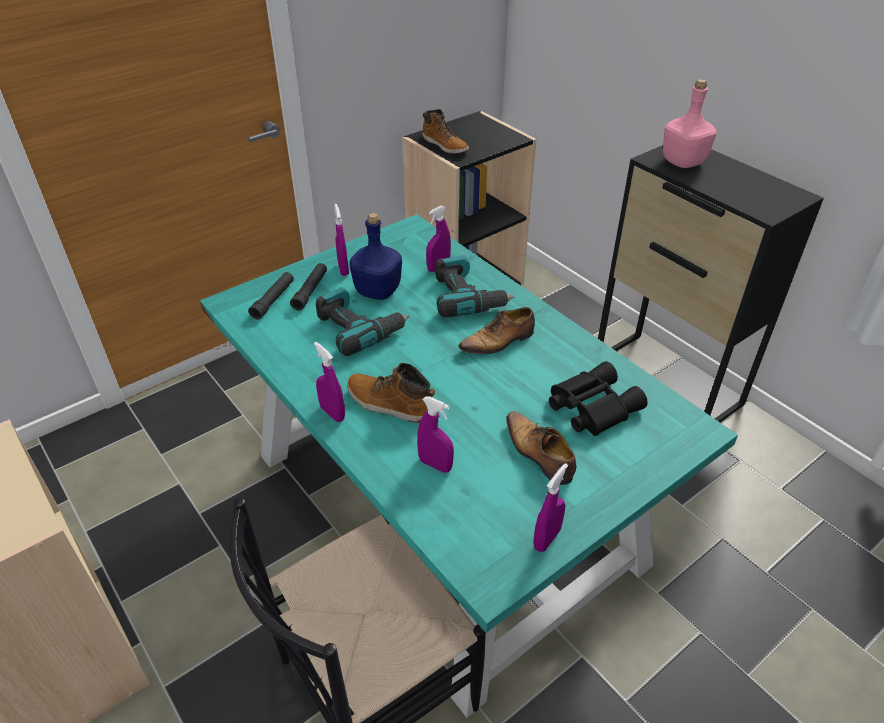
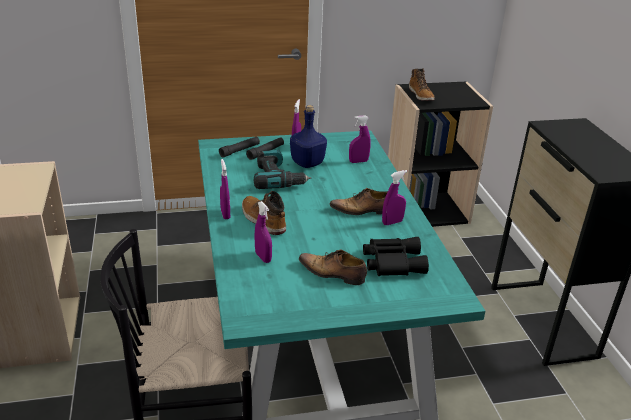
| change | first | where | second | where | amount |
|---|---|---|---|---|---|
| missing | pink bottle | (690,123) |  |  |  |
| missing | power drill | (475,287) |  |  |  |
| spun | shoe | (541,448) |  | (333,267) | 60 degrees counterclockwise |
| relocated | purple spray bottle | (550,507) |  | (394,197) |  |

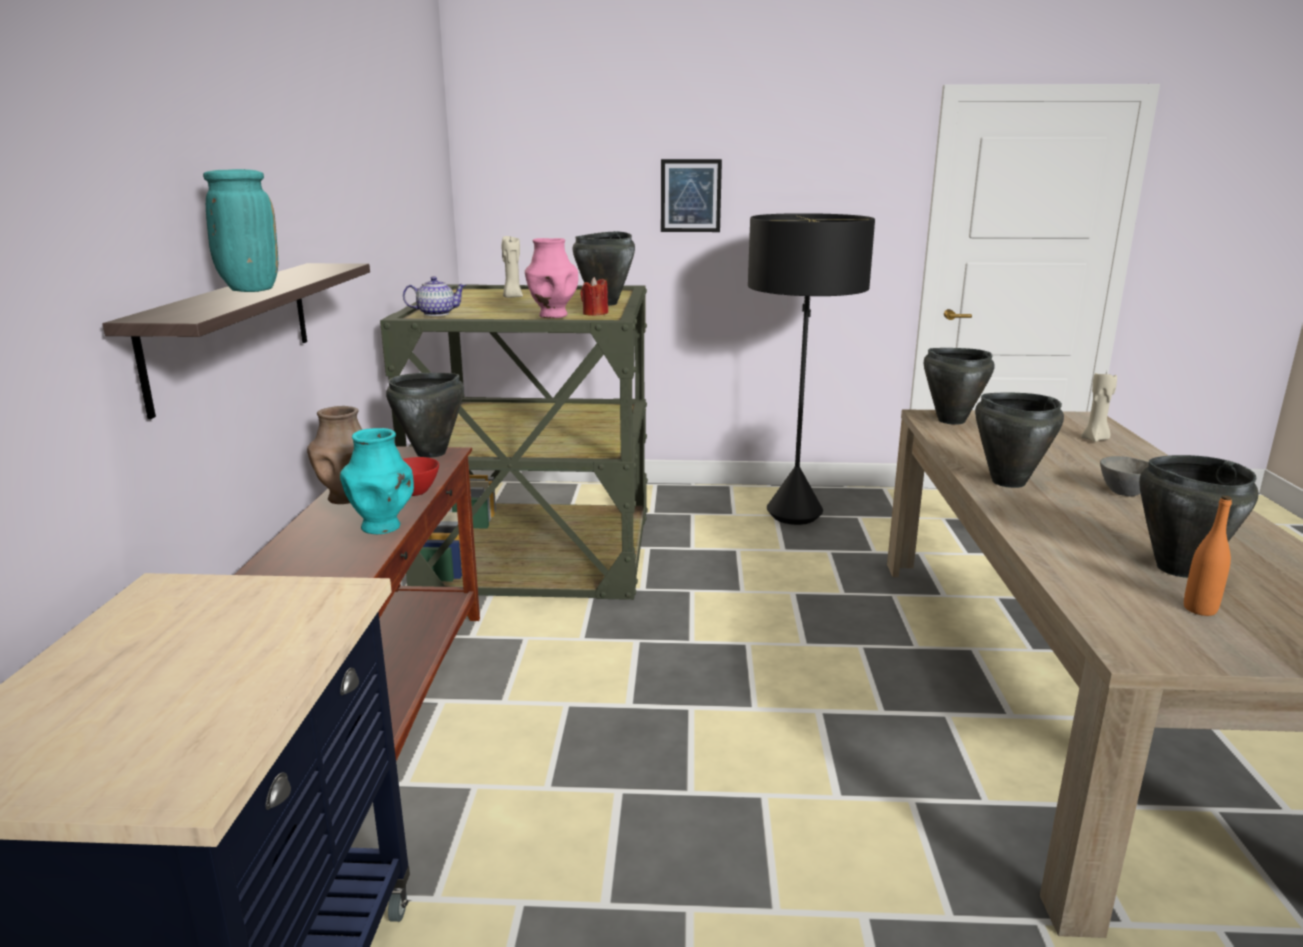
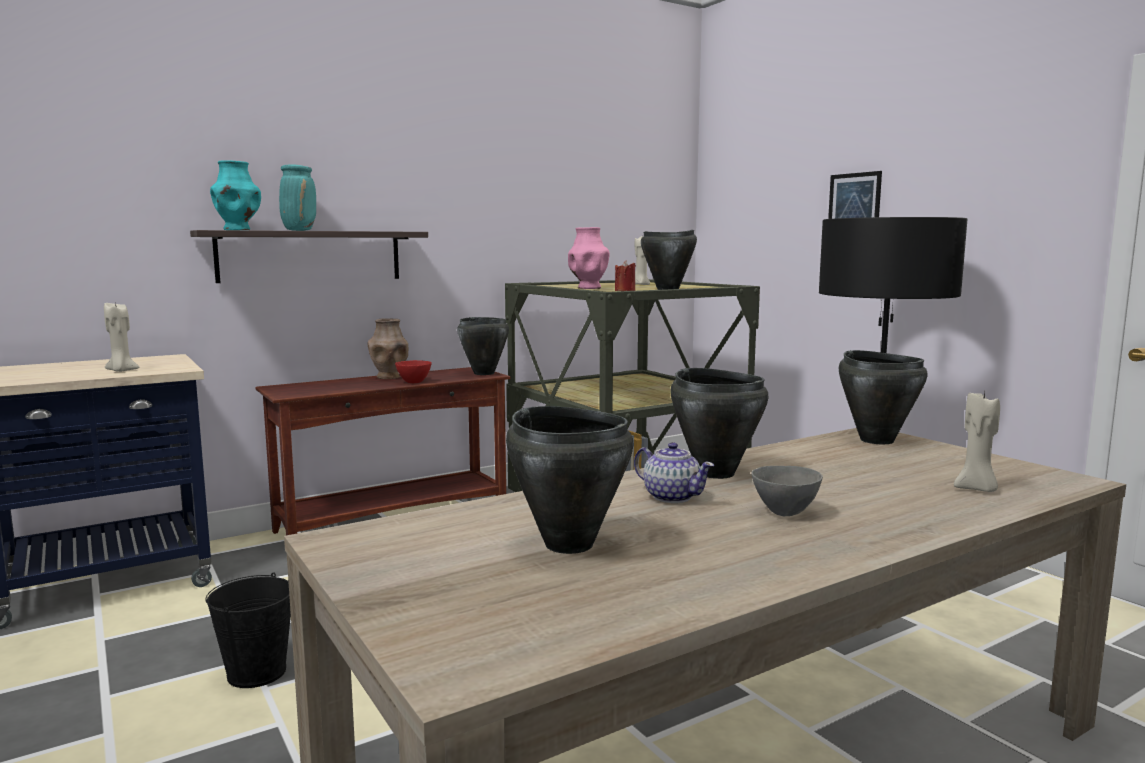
| change | first | where | second | where | amount |
|---|---|---|---|---|---|
| relocated | teapot | (434,296) |  | (674,472) |  |
| relocated | turquoise vase | (377,481) |  | (235,195) |  |
| missing | orange bottle | (1208,555) |  |  |  |
| appeared |  |  | beige candle | (122,337) |  |
| appeared |  |  | black bucket | (248,630) |  |

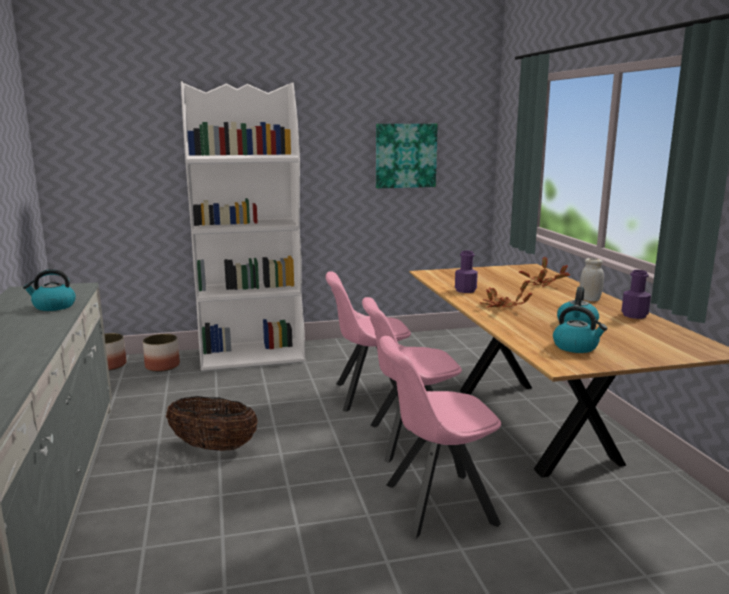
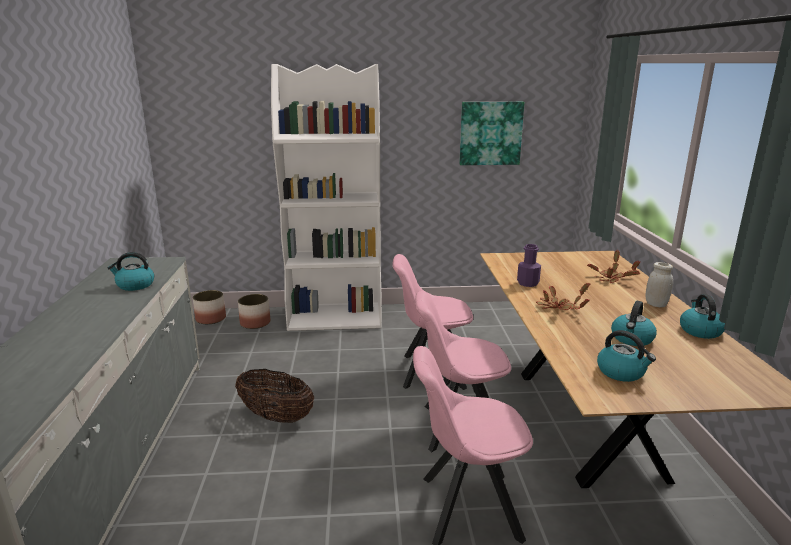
| change | first | where | second | where | amount |
|---|---|---|---|---|---|
| exchanged | purple bottle | (636,294) | kettle | (702,316) |  |

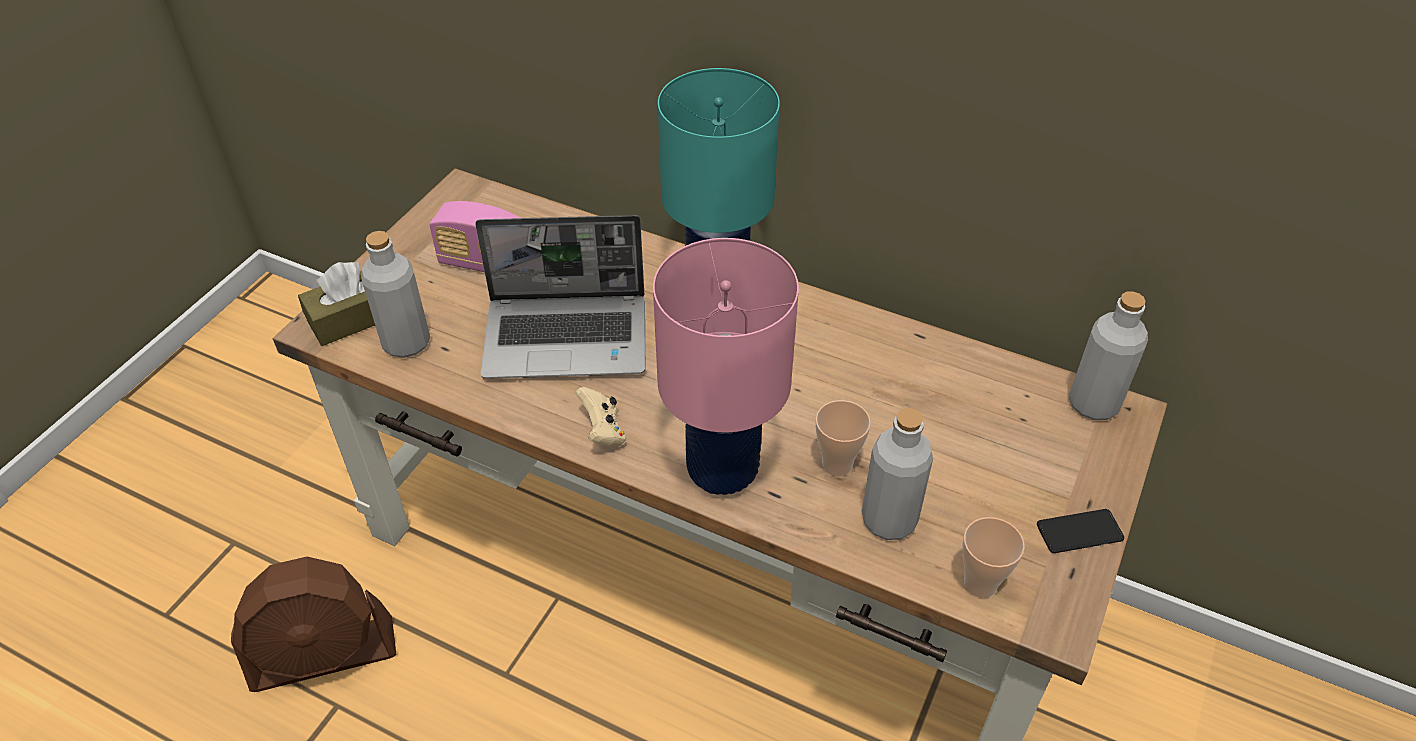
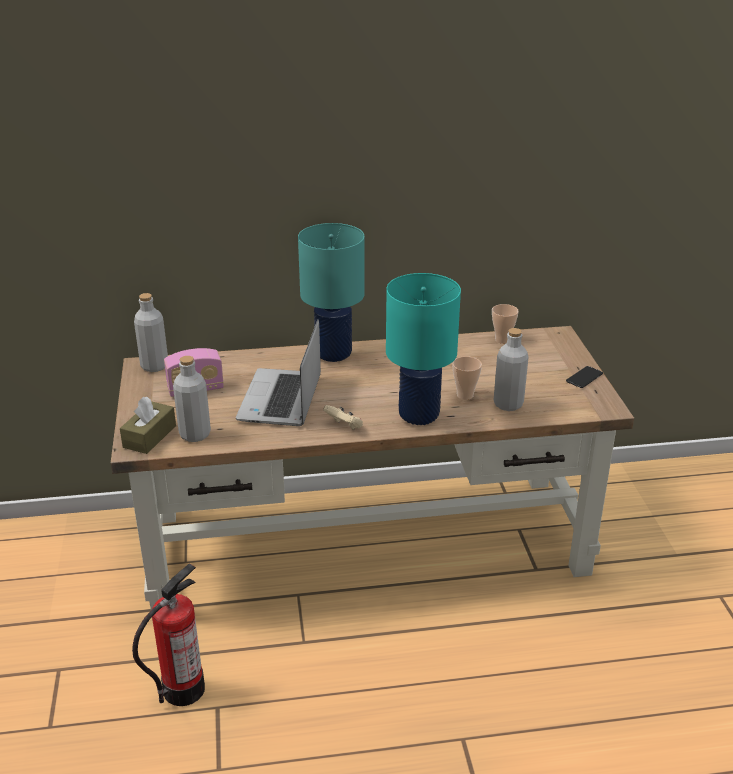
| change | first | where | second | where | amount |
|---|---|---|---|---|---|
| spun | laptop | (560,297) |  | (278,372) | 135 degrees clockwise |
| colour | pink table lamp | (726,366) | turquoise table lamp | (423,349) |  |
| relocated | grey bottle | (1108,355) |  | (151,332) |  |
| relocated | cup | (993,557) |  | (505,324) |  |
| exchanged | brown fan | (313,624) | fire extinguisher | (168,634) |  |

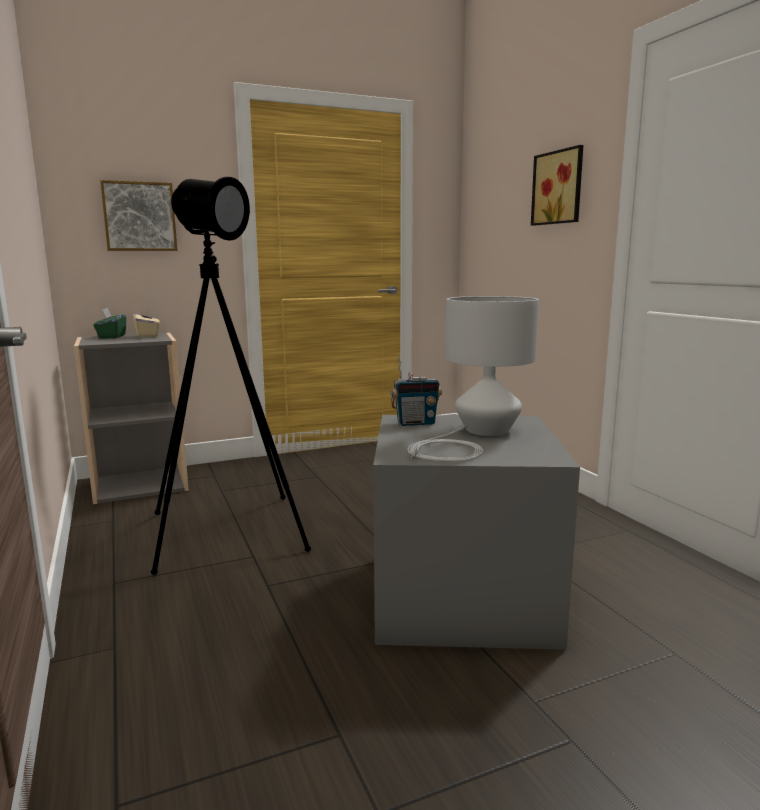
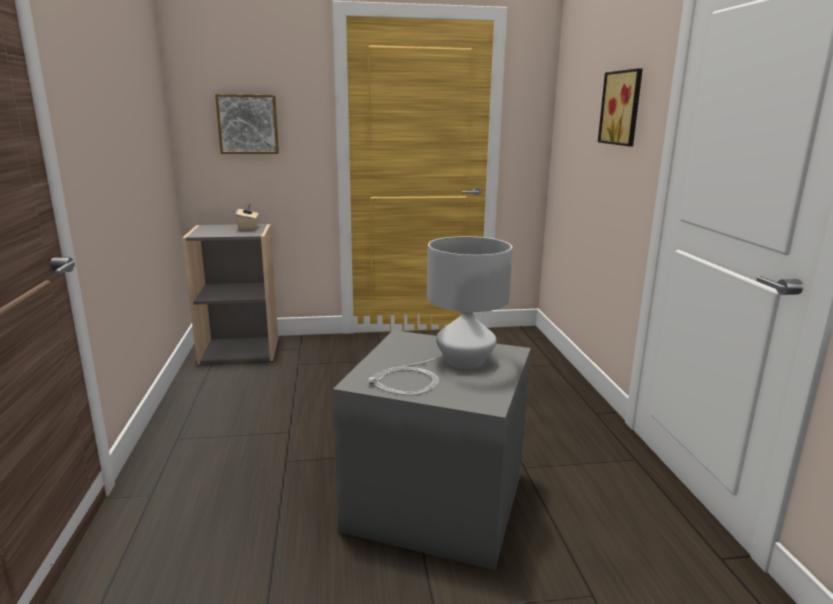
| change | first | where | second | where | amount |
|---|---|---|---|---|---|
| missing | black floor lamp | (231,376) |  |  |  |
| missing | green tissue box | (109,323) |  |  |  |
| missing | radio | (416,391) |  |  |  |

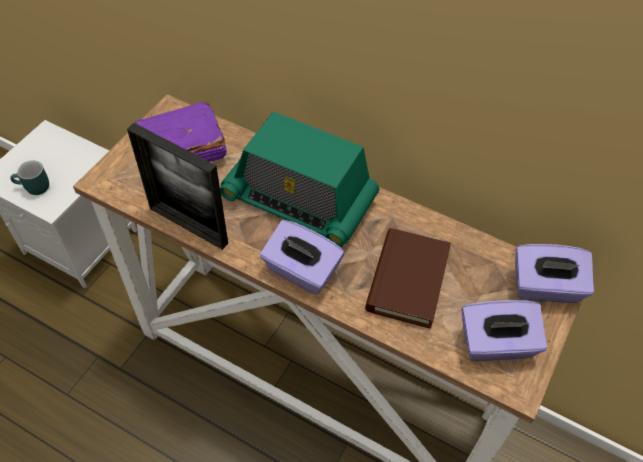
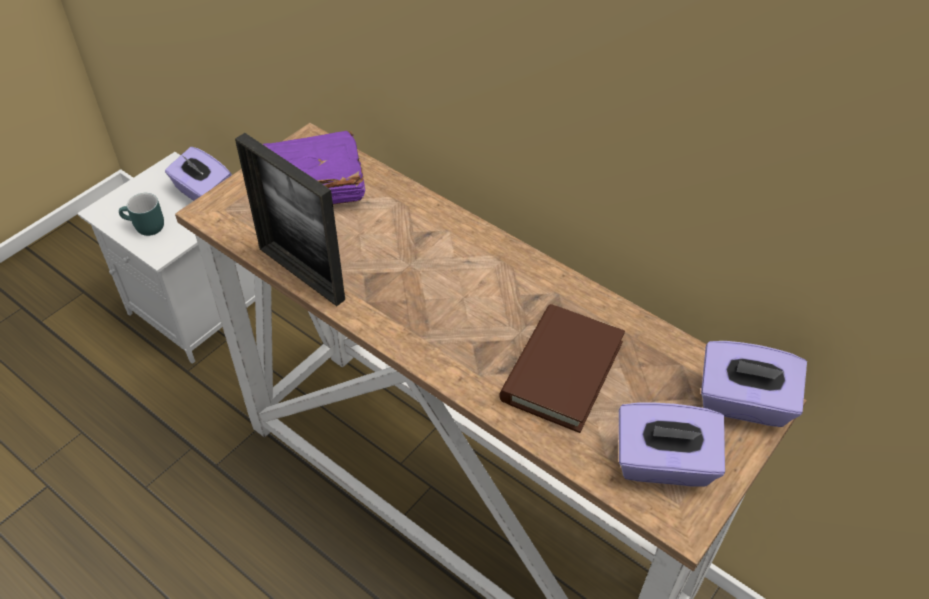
| change | first | where | second | where | amount |
|---|---|---|---|---|---|
| missing | radio | (299,179) |  |  |  |
| relocated | purple tissue box | (302,257) |  | (198,174) |  |

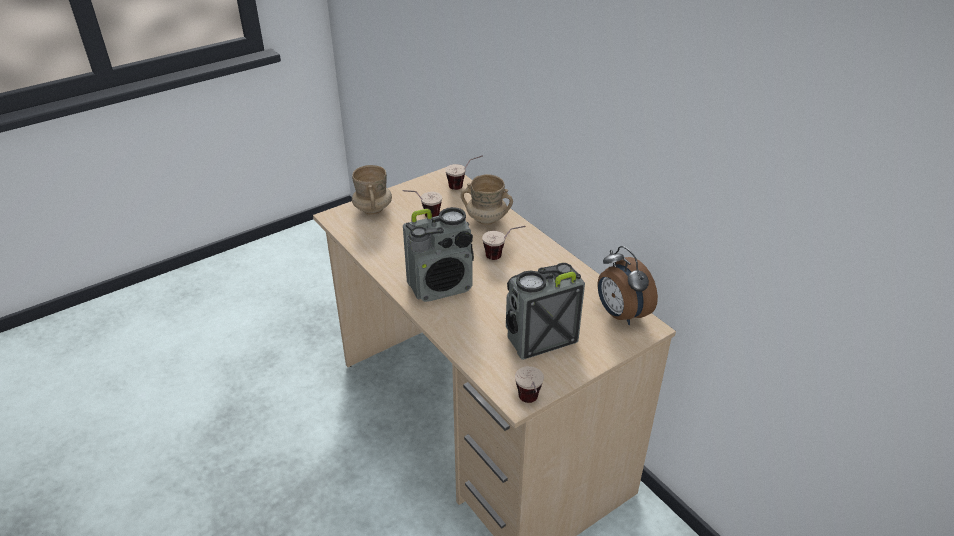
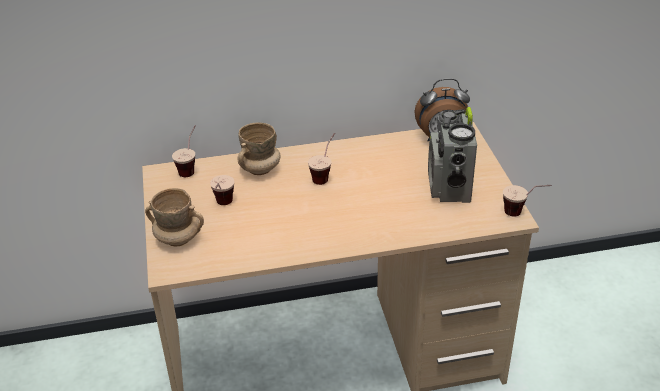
| change | first | where | second | where | amount |
|---|---|---|---|---|---|
| missing | radio | (438,254) |  |  |  |

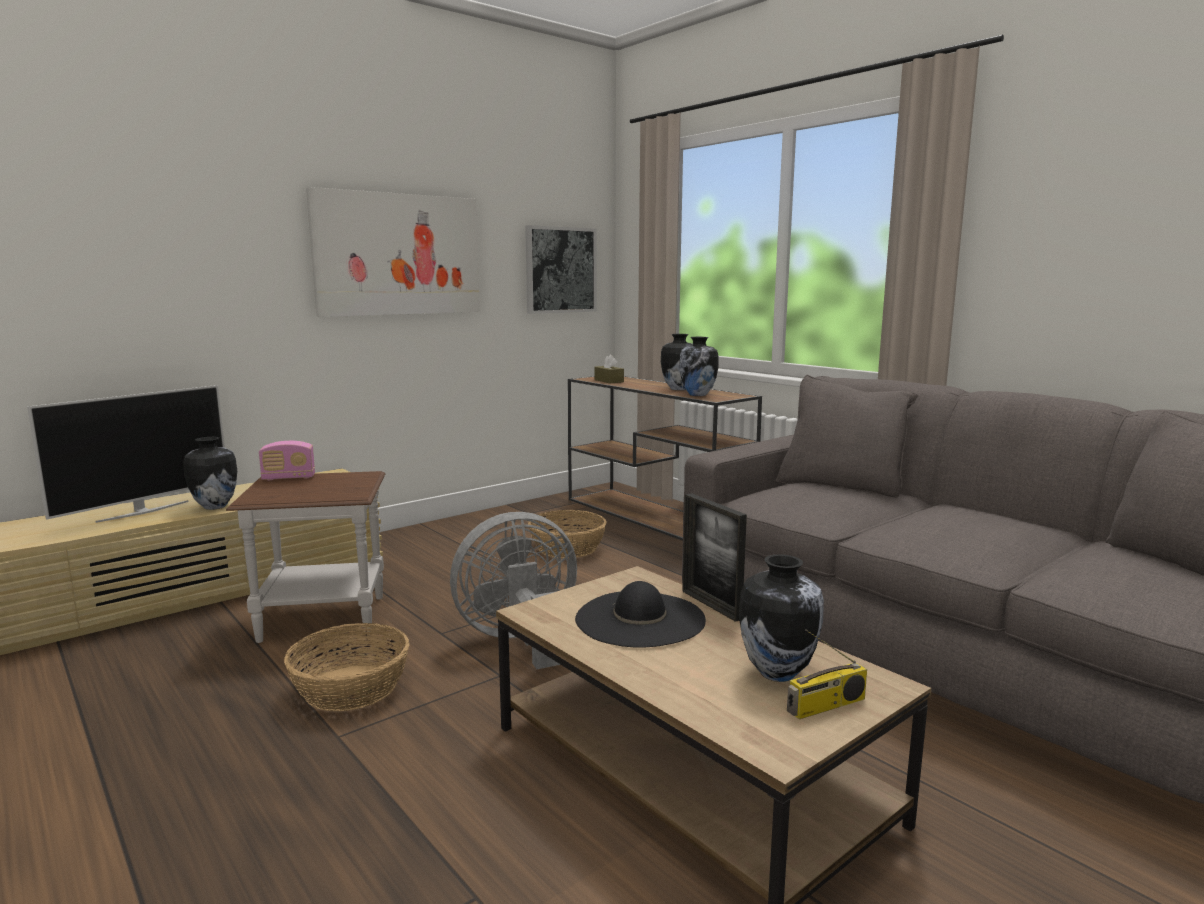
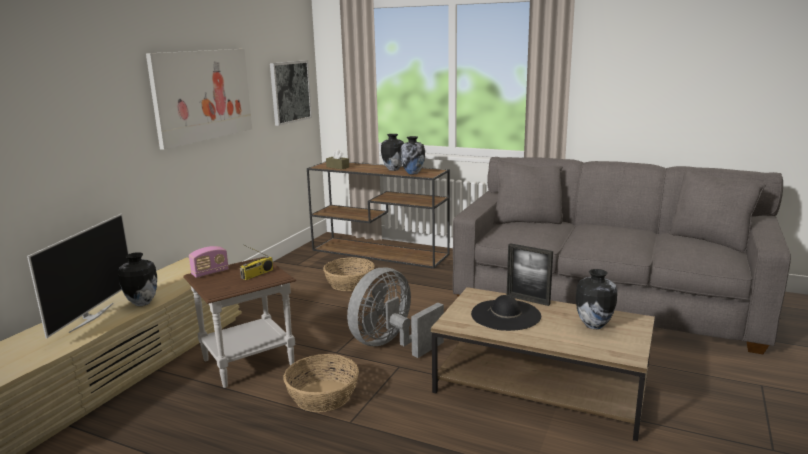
| change | first | where | second | where | amount |
|---|---|---|---|---|---|
| relocated | radio | (827,674) |  | (256,262) |  |

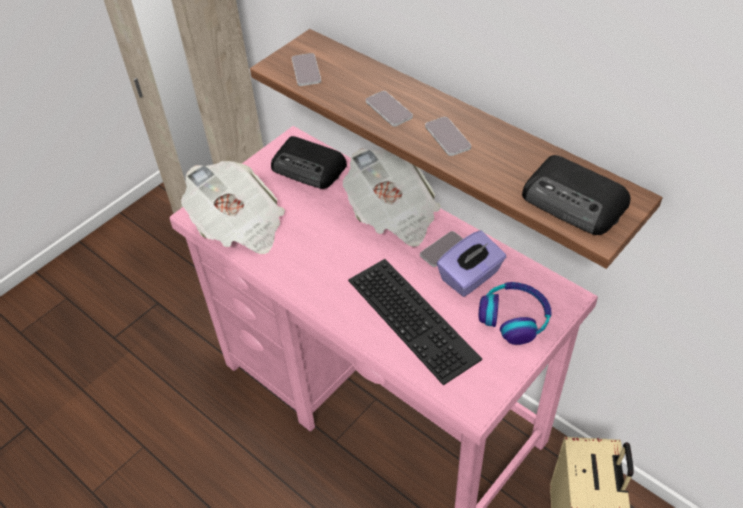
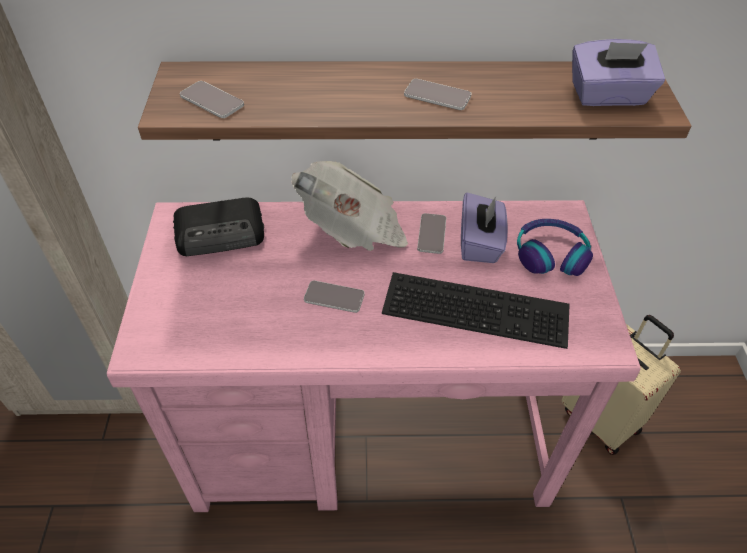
| change | first | where | second | where | amount |
|---|---|---|---|---|---|
| relocated | phone | (389,109) |  | (334,297) |  |
| exchanged | radio | (576,195) | purple tissue box | (618,72) |  |
| missing | newspaper | (233,207) |  |  |  |

